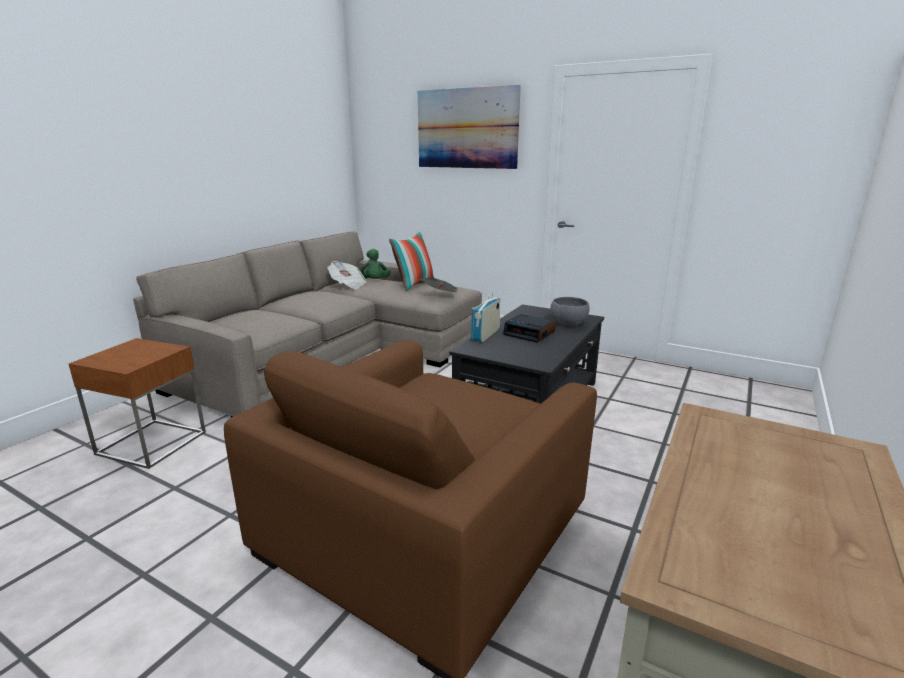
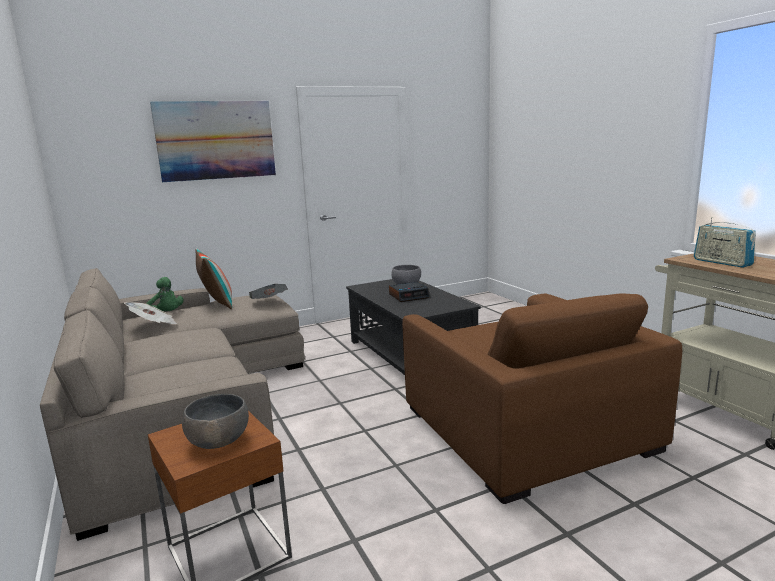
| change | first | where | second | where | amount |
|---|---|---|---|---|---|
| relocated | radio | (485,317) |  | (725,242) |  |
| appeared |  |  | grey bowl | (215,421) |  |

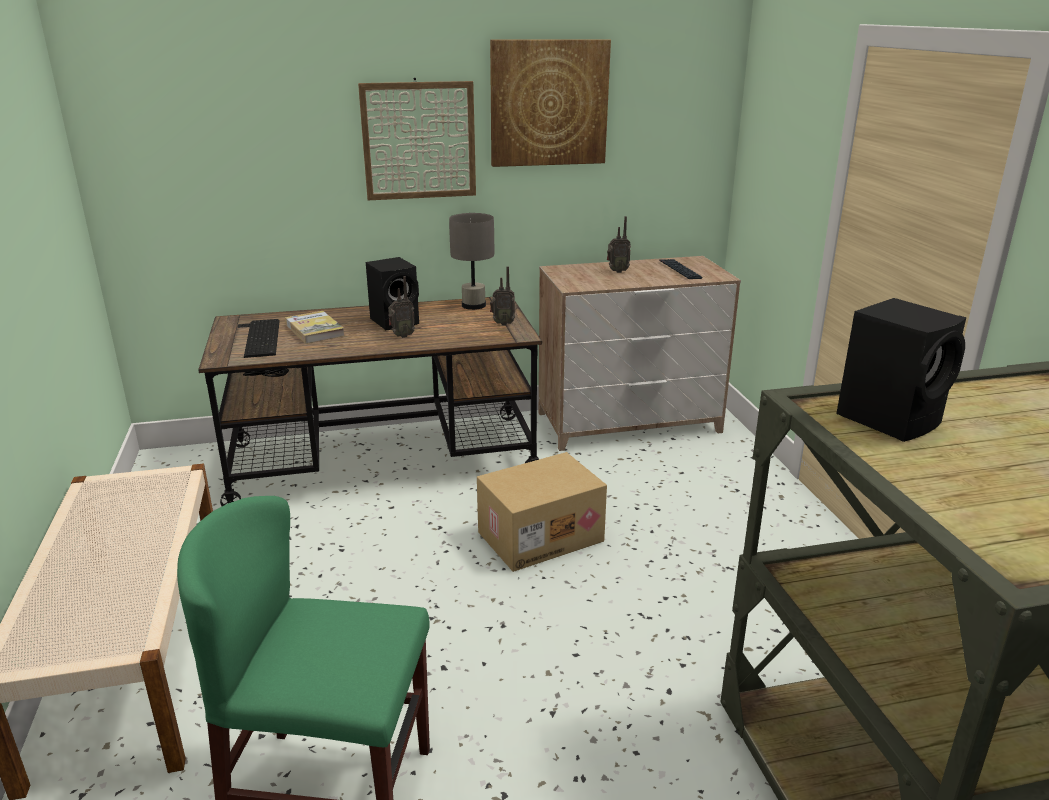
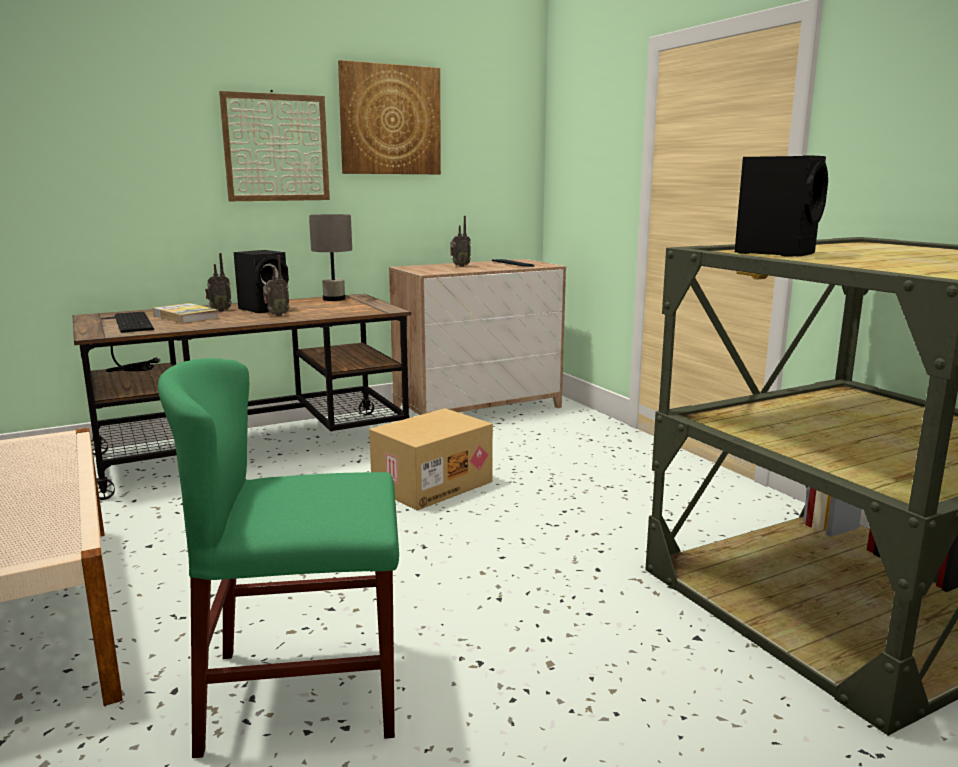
| change | first | where | second | where | amount |
|---|---|---|---|---|---|
| relocated | radio | (502,296) |  | (218,282) |  |

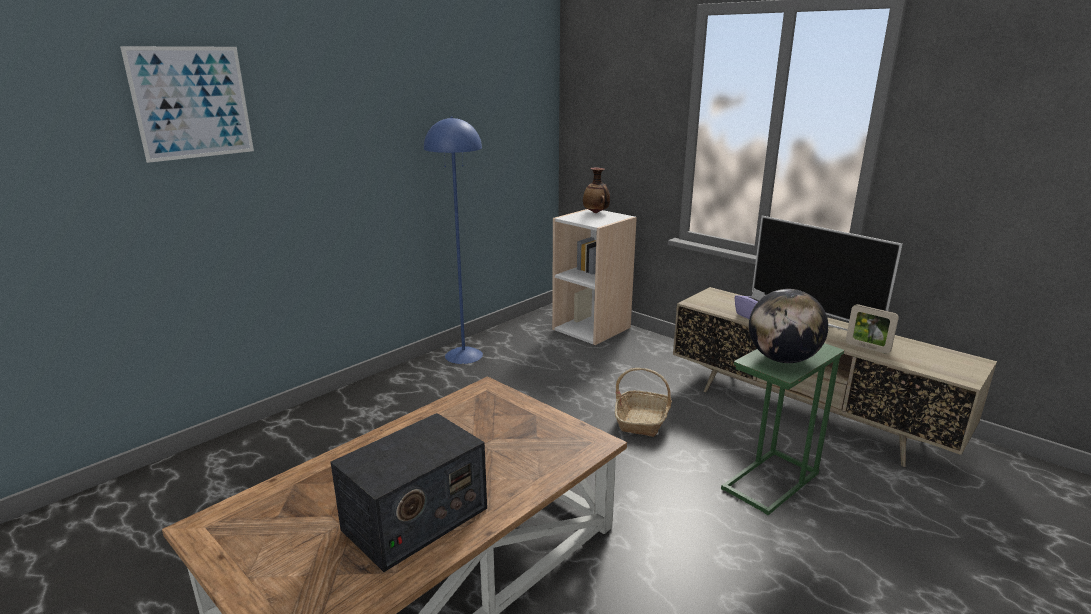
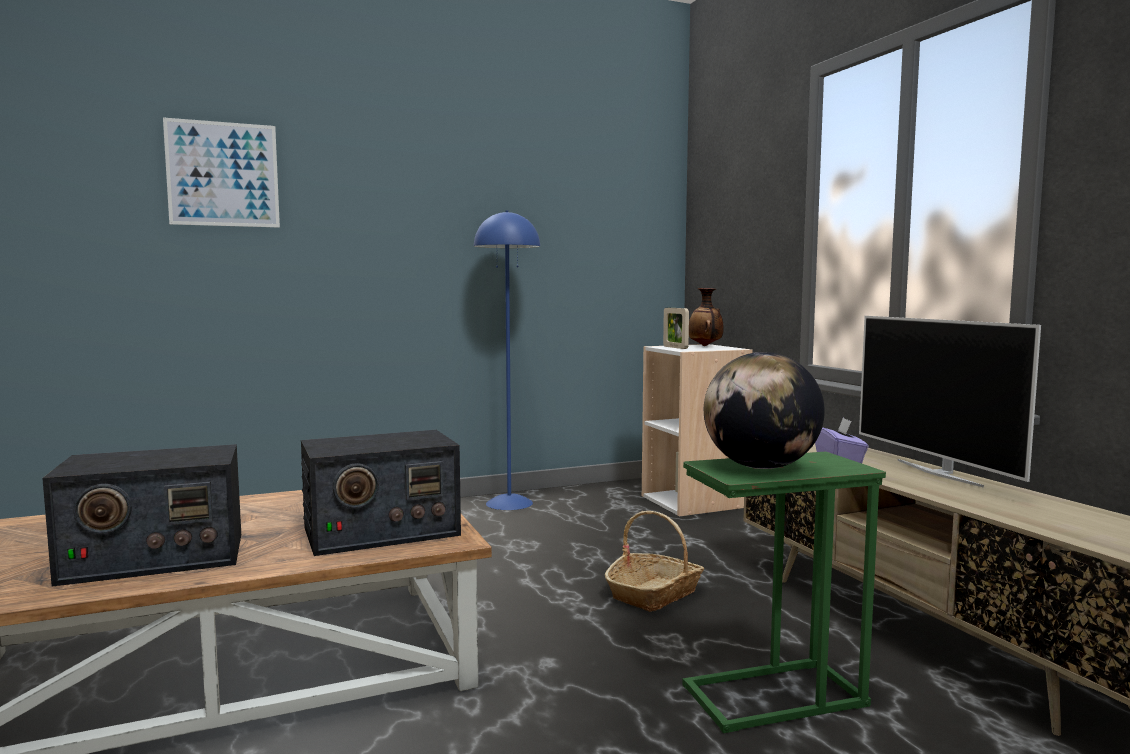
| change | first | where | second | where | amount |
|---|---|---|---|---|---|
| relocated | picture frame | (872,329) |  | (676,328) |  |
| appeared |  |  | radio | (381,493) |  |

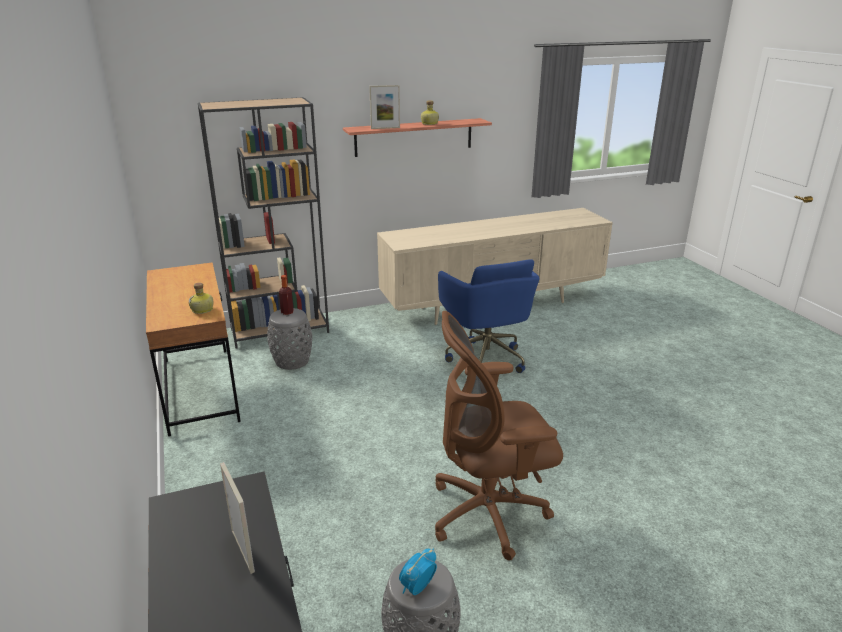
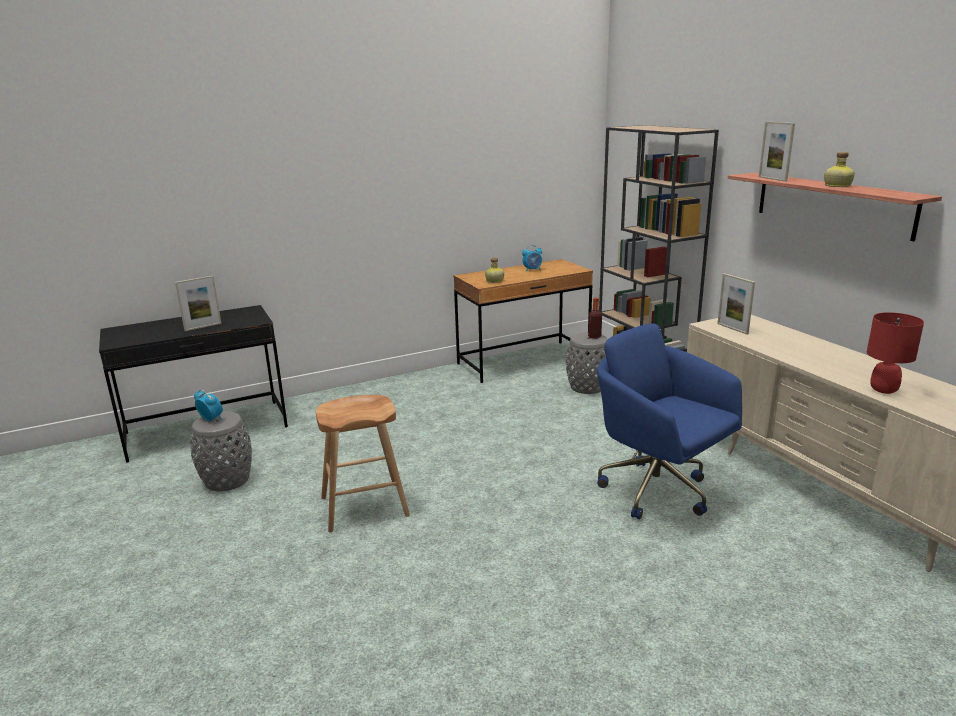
| change | first | where | second | where | amount |
|---|---|---|---|---|---|
| spun | blue office chair | (489,316) |  | (669,421) | 75 degrees clockwise |
| exchanged | brown office chair | (499,436) | brown stool | (363,464) |  |
| appeared |  |  | alarm clock | (532,258) |  |
| appeared |  |  | picture frame | (736,304) |  |
| appeared |  |  | red table lamp | (895,353) |  |

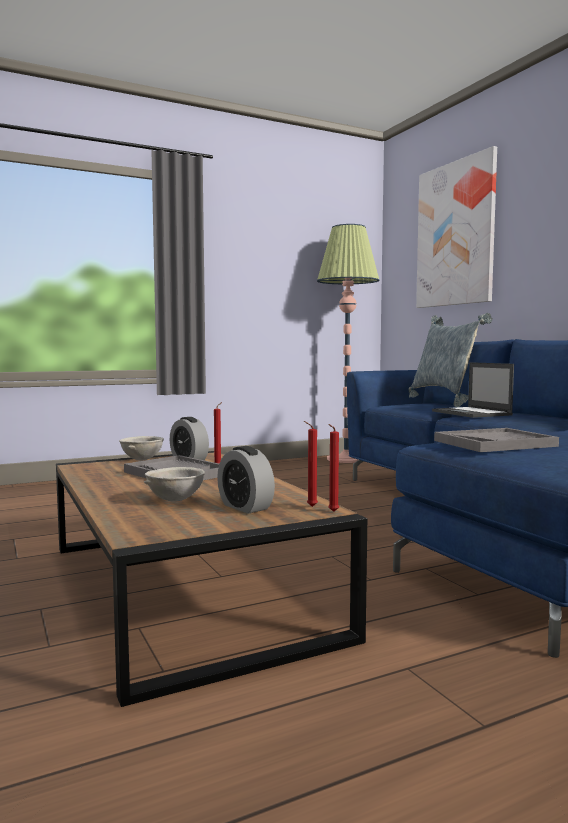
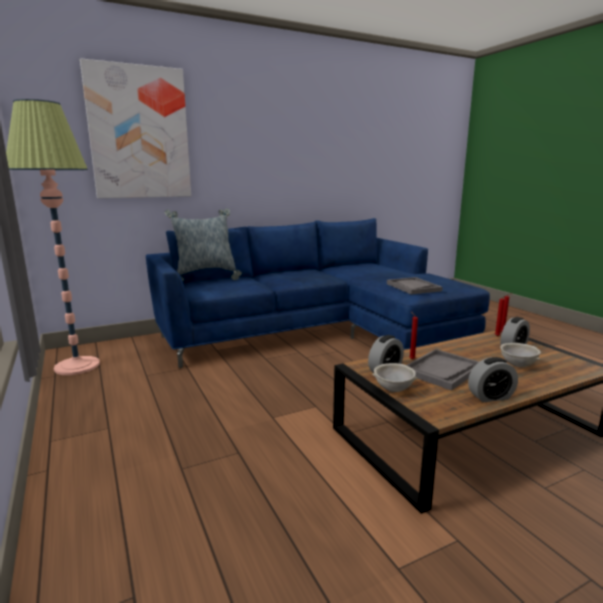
| change | first | where | second | where | amount |
|---|---|---|---|---|---|
| missing | laptop | (473,390) |  |  |  |
| appeared |  |  | alarm clock | (493,379) |  |

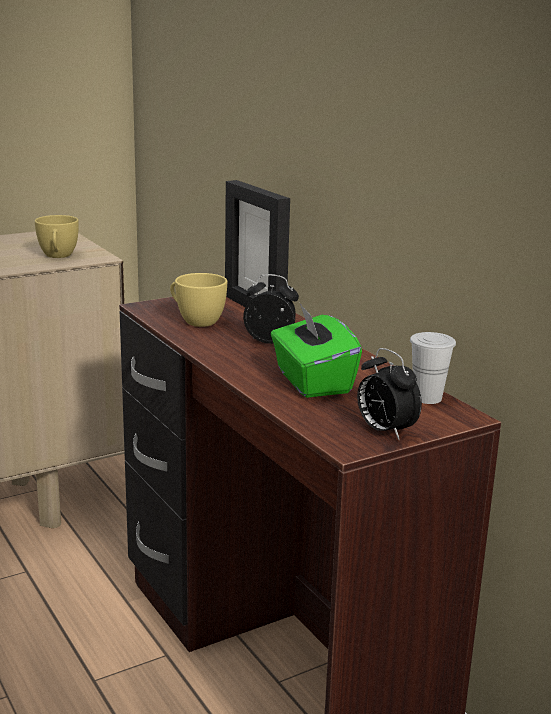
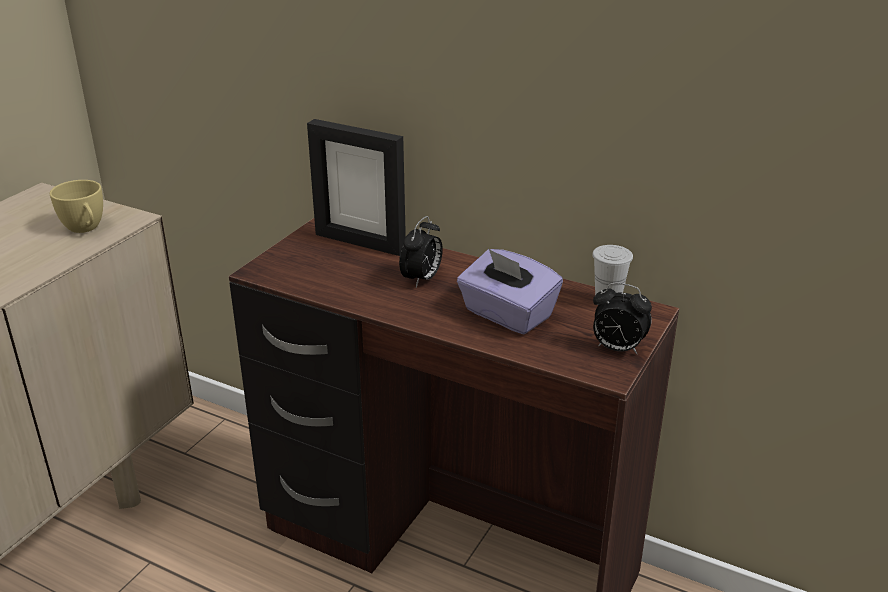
| change | first | where | second | where | amount |
|---|---|---|---|---|---|
| missing | yellow cup | (198,300) |  |  |  |
| spun | alarm clock | (271,309) |  | (421,251) | 135 degrees clockwise |
| colour | green tissue box | (316,350) | purple tissue box | (510,291) |  |

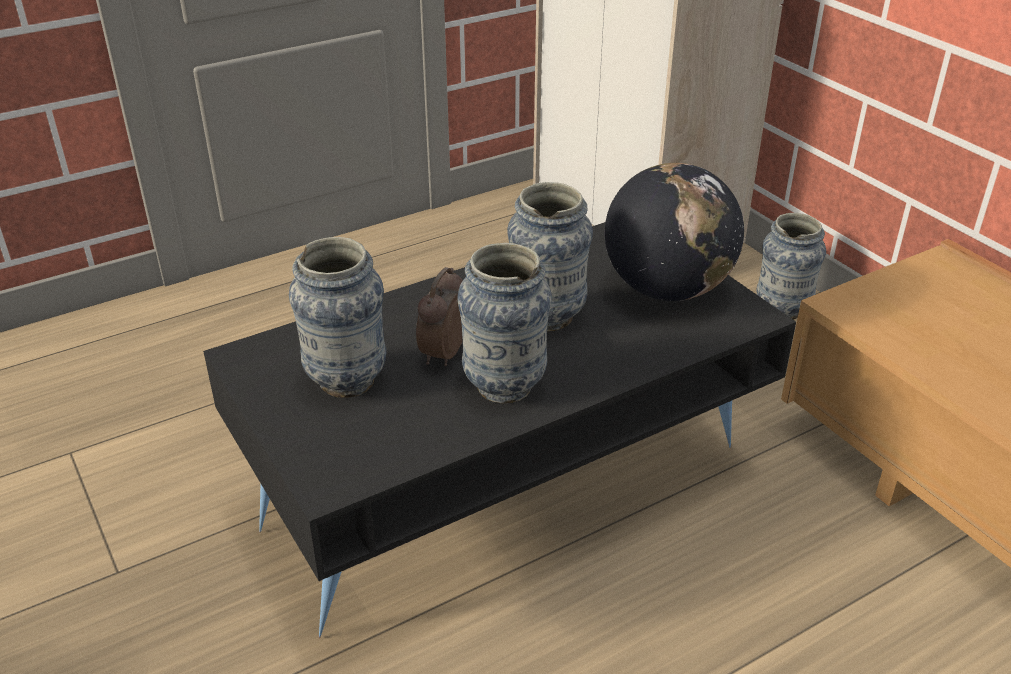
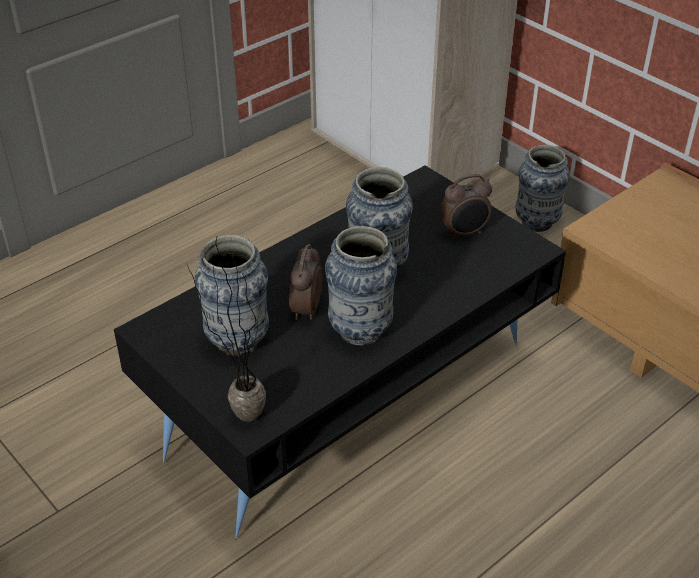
| change | first | where | second | where | amount |
|---|---|---|---|---|---|
| exchanged | globe | (674,232) | alarm clock | (465,207) |  |
| appeared |  |  | potted plant | (226,330) |  |

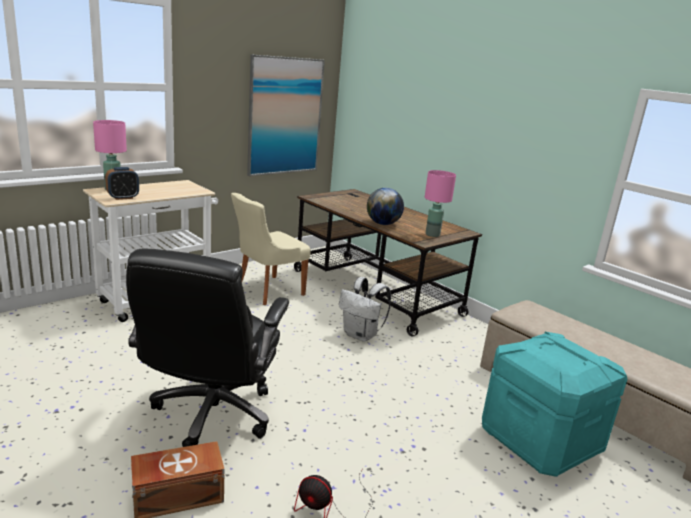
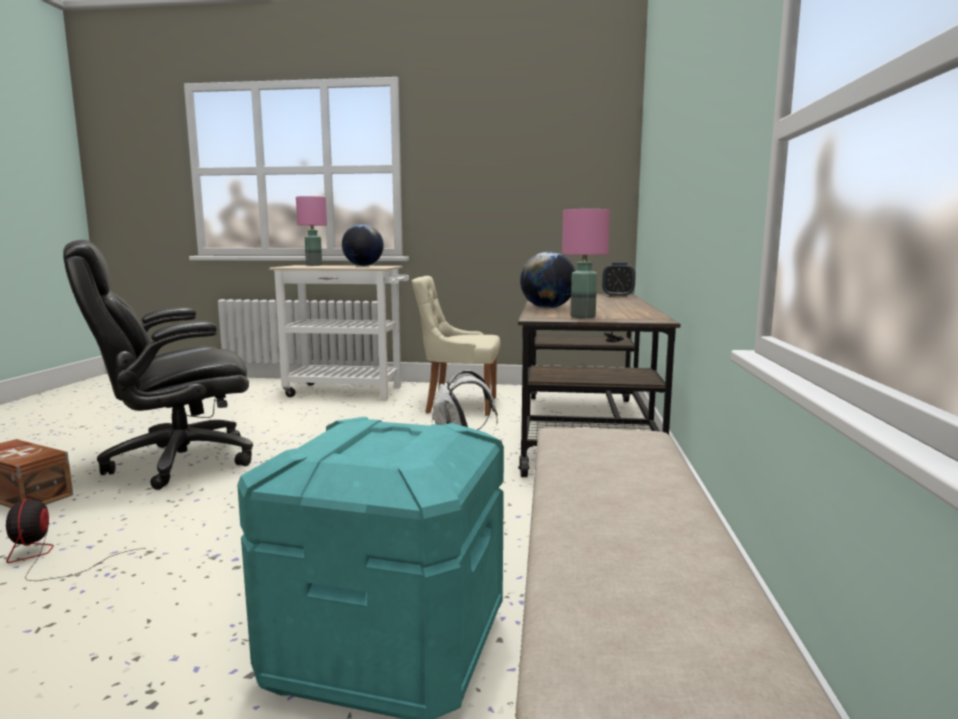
| change | first | where | second | where | amount |
|---|---|---|---|---|---|
| missing | picture | (286,115) |  |  |  |
| relocated | alarm clock | (122,183) |  | (619,279) |  |
| appeared |  |  | globe | (363,245) |  |

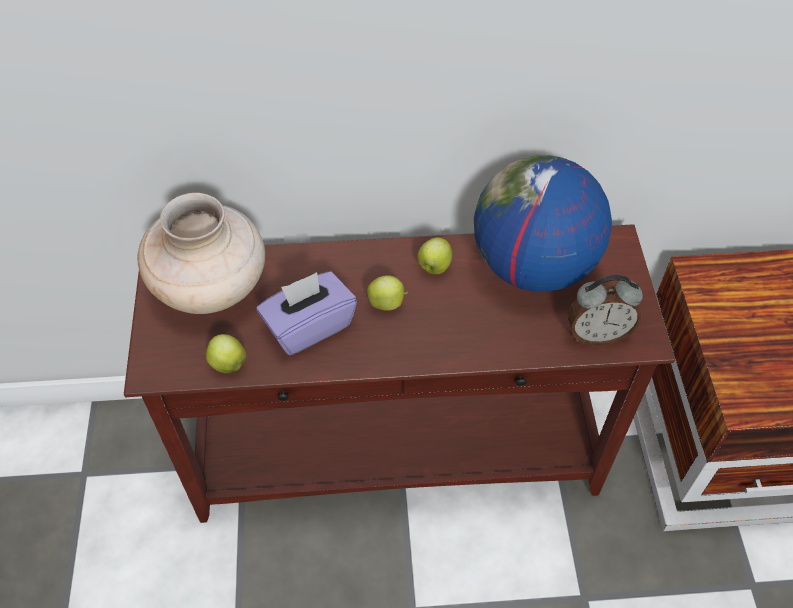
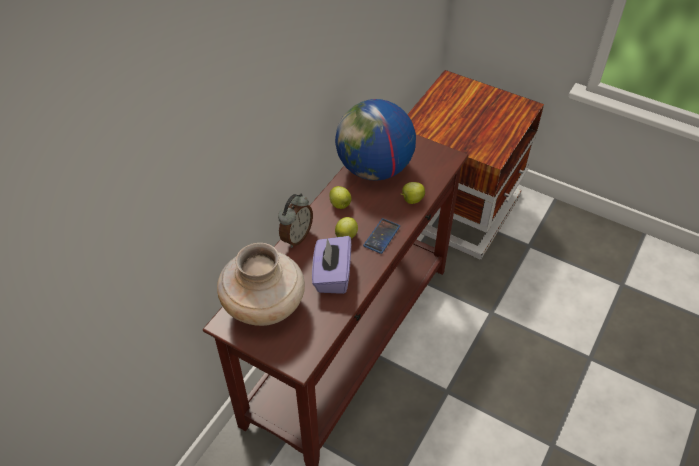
| change | first | where | second | where | amount |
|---|---|---|---|---|---|
| relocated | alarm clock | (605,310) |  | (295,221) |  |
| relocated | apple | (226,353) |  | (412,193) |  |
| appeared |  |  | phone | (381,236) |  |

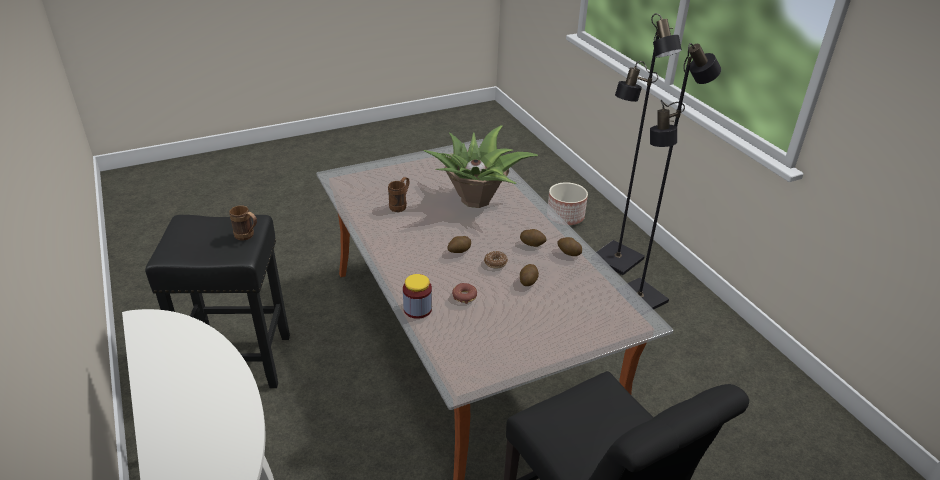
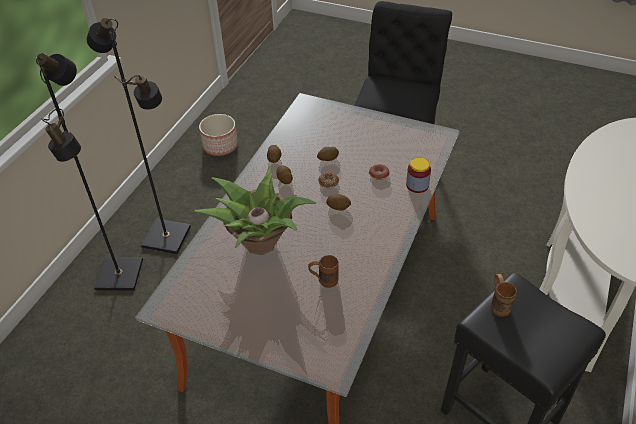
| change | first | where | second | where | amount |
|---|---|---|---|---|---|
| relocated | planter | (568,203) |  | (218,135) |  |

